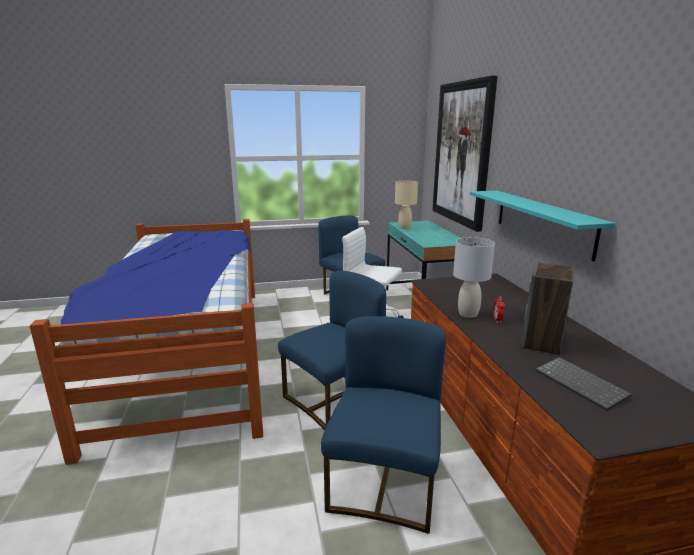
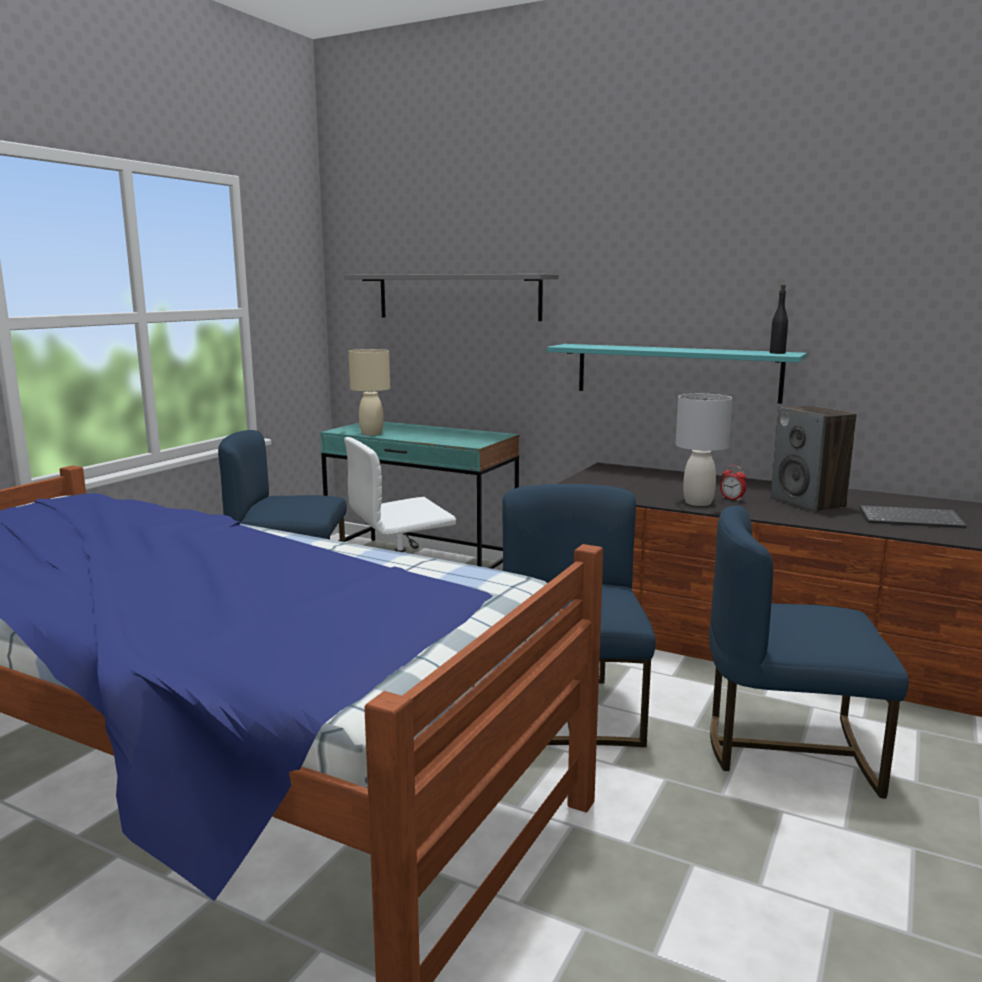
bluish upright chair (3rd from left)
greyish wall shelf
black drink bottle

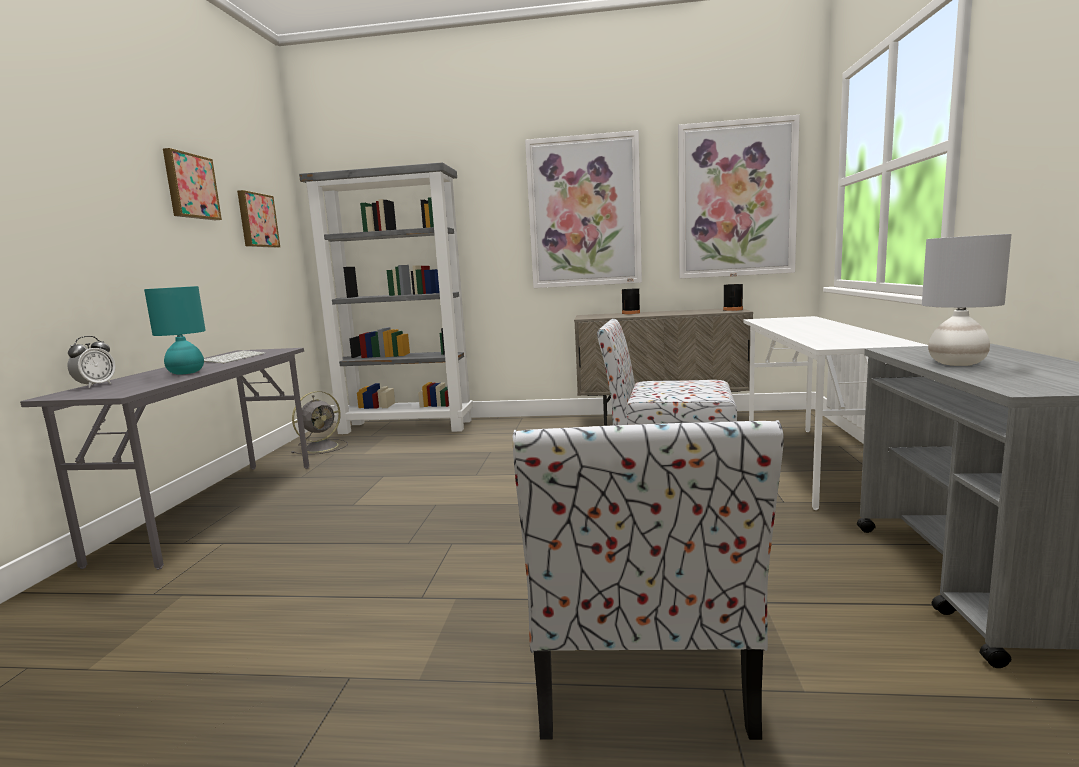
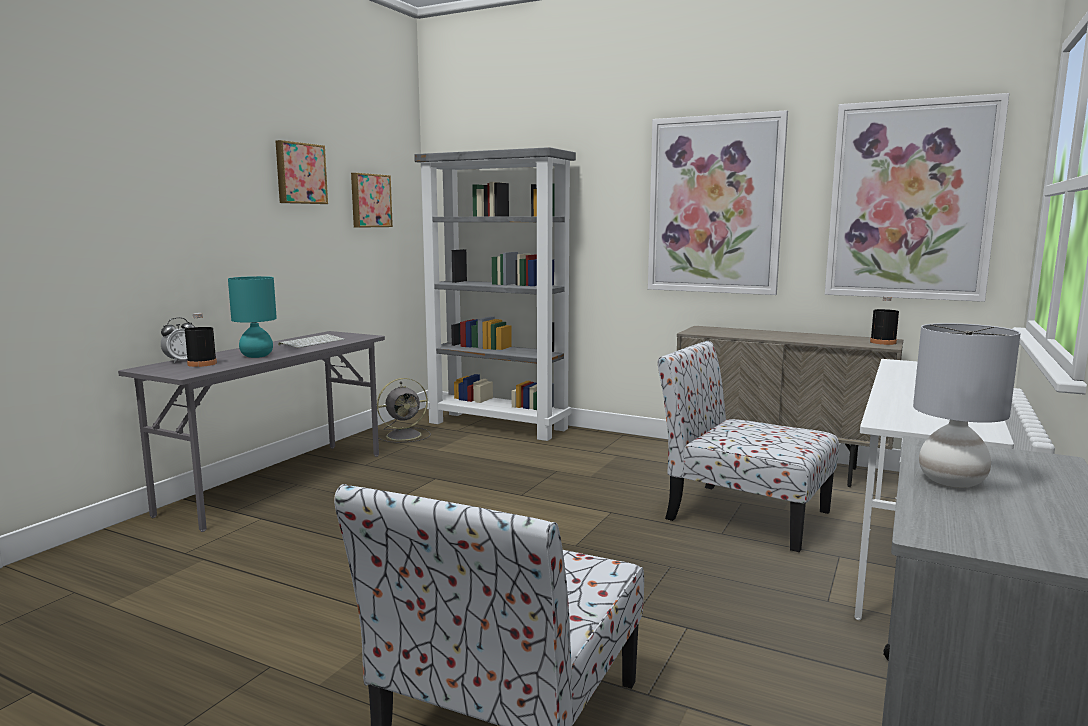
black drink bottle (1st from left)

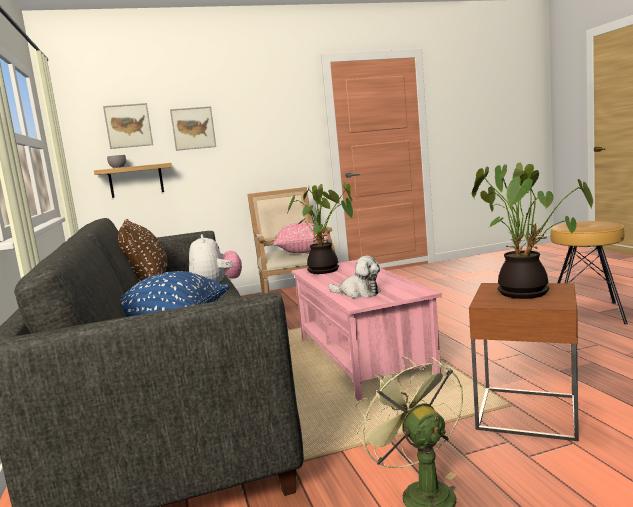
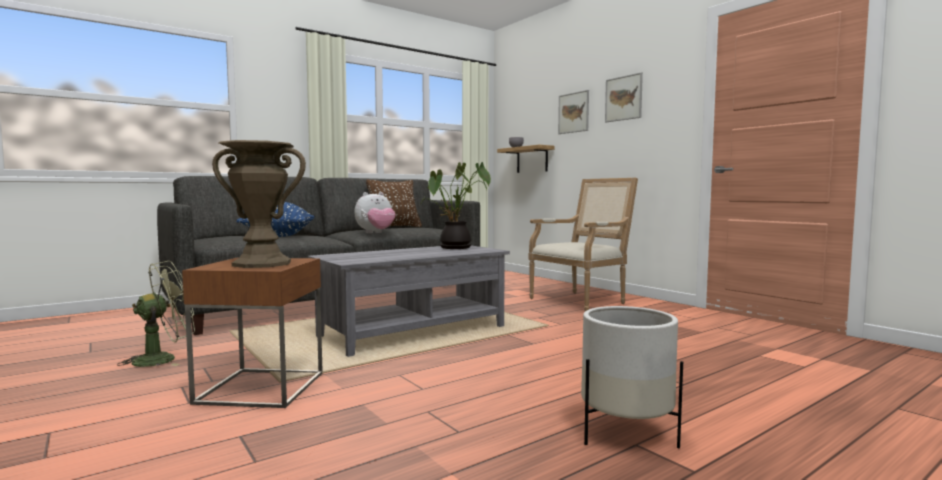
wall picture (2nd from left)
pinkish throw pillow
greyish lounge table
soft toy (2nd from left in the first image)
brownish decorative vase
white-coloured flower pot

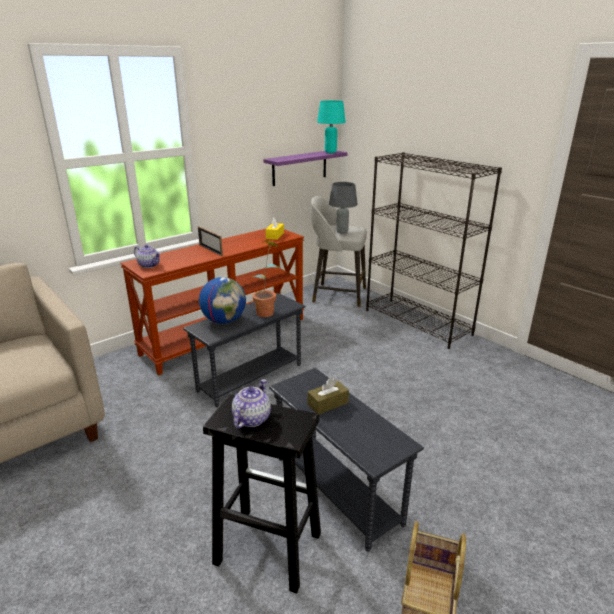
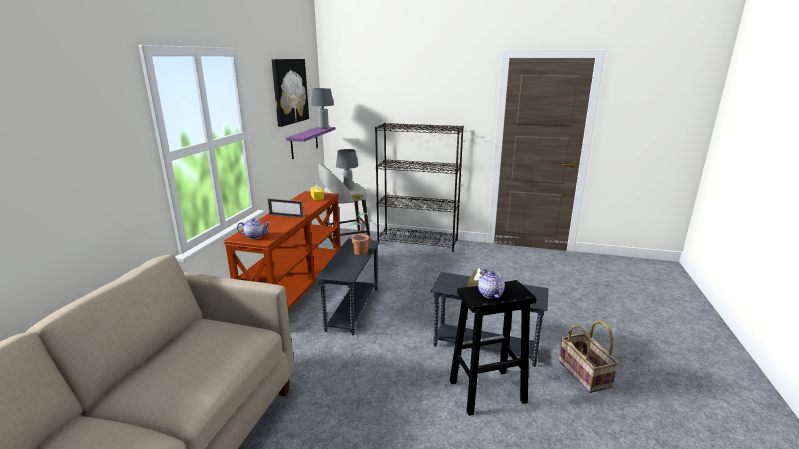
globe
greyish table lamp (1st from left)
wall picture

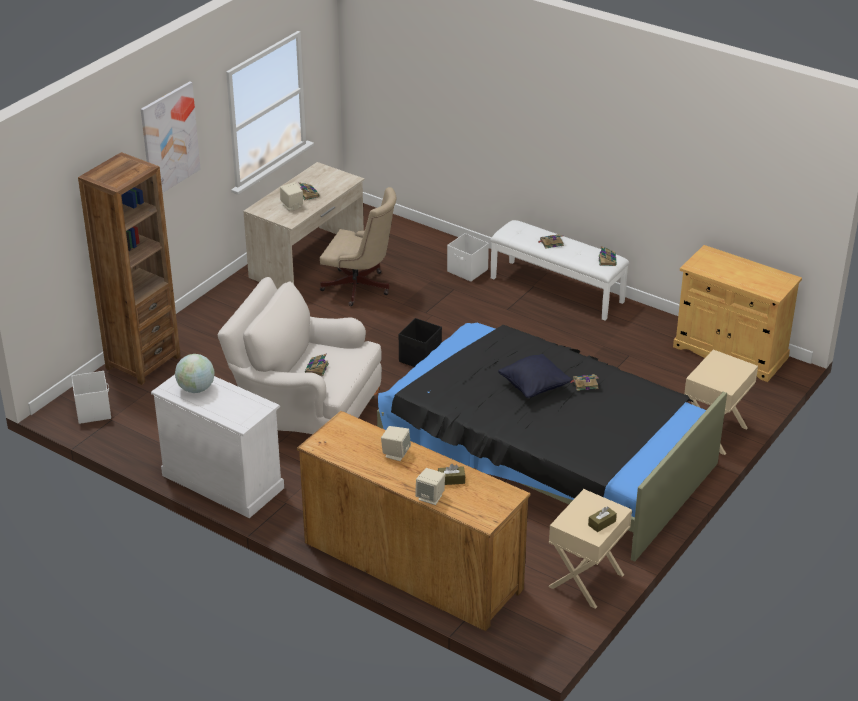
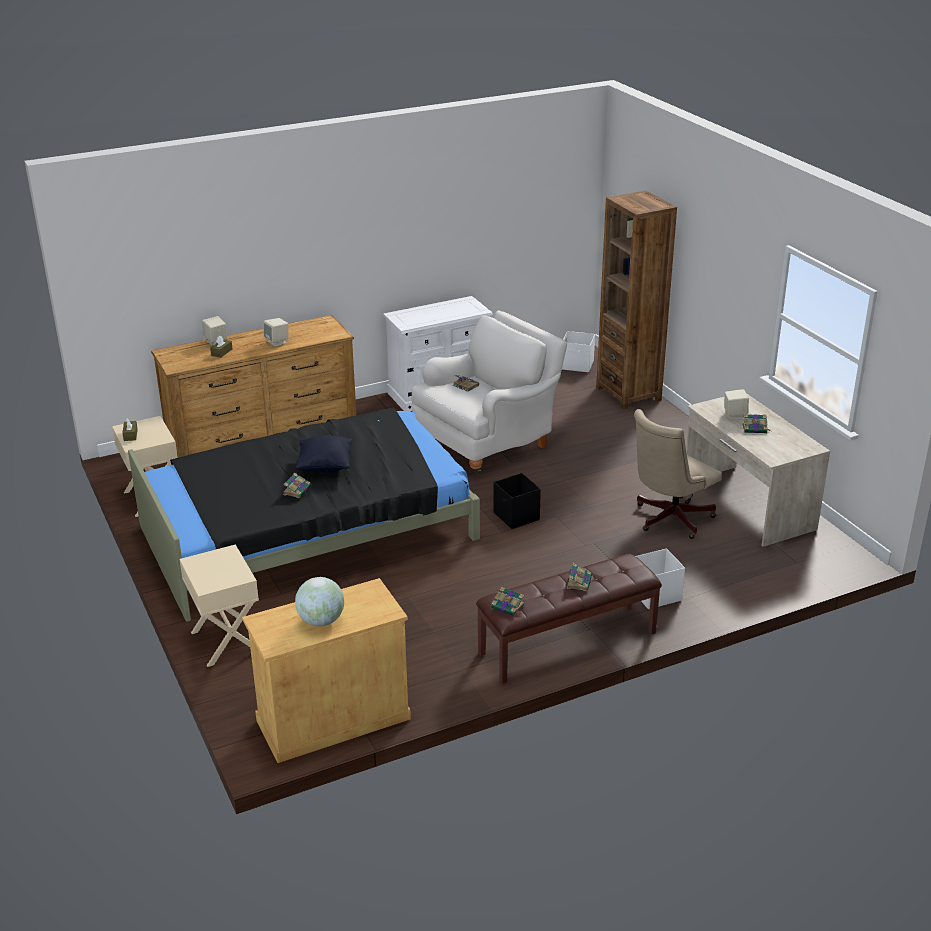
wall picture
globe
brownish bench

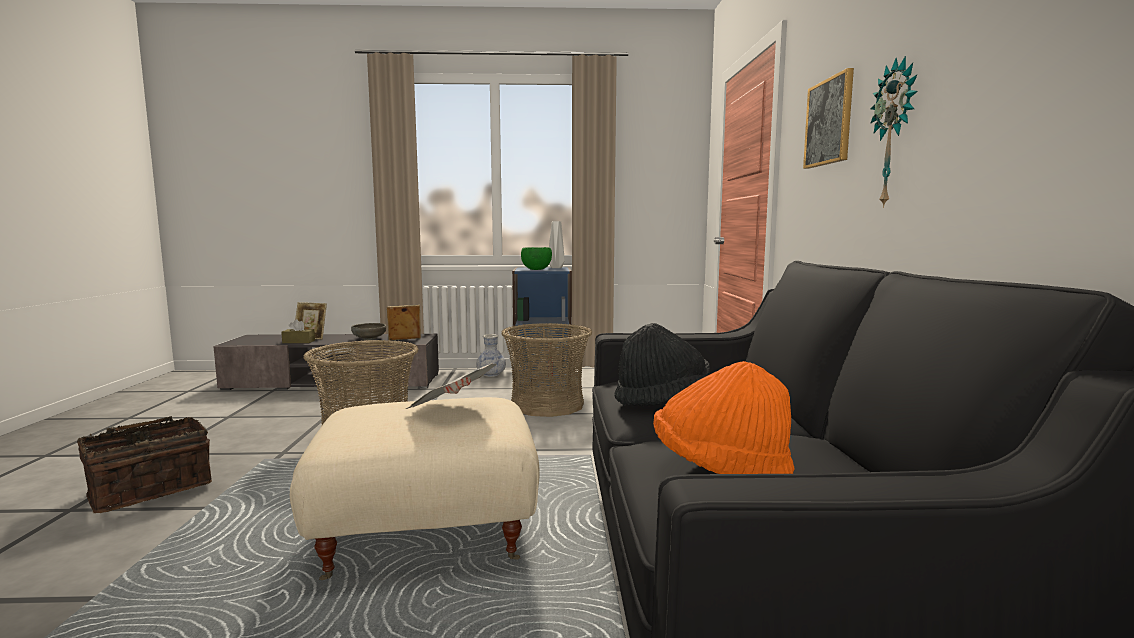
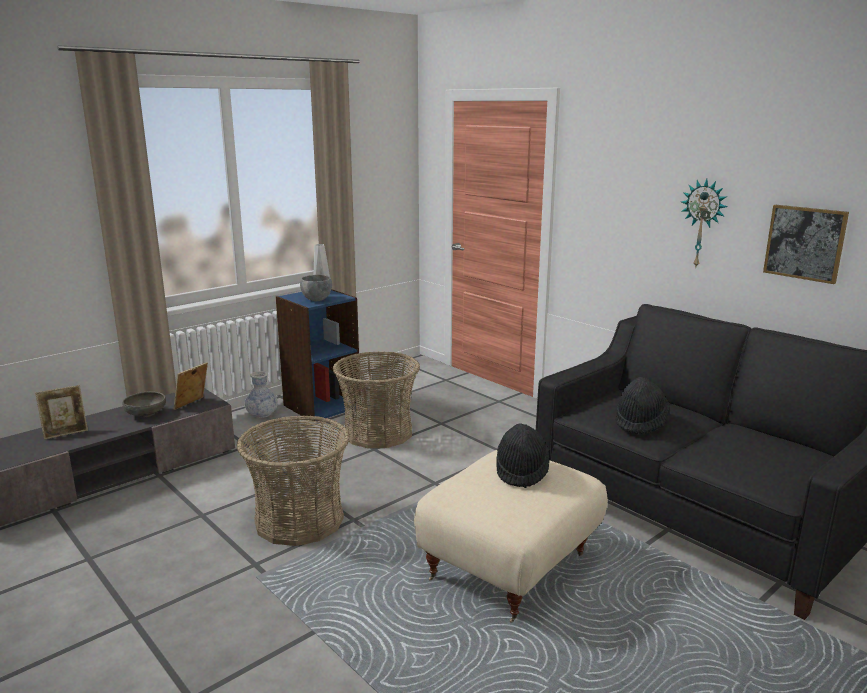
household basket (1st from left in the first image)
brownish tissue box
black clothing hat (1st from left)
greyish serving bowl (2nd from left)
orange-coloured clothing hat
wall picture

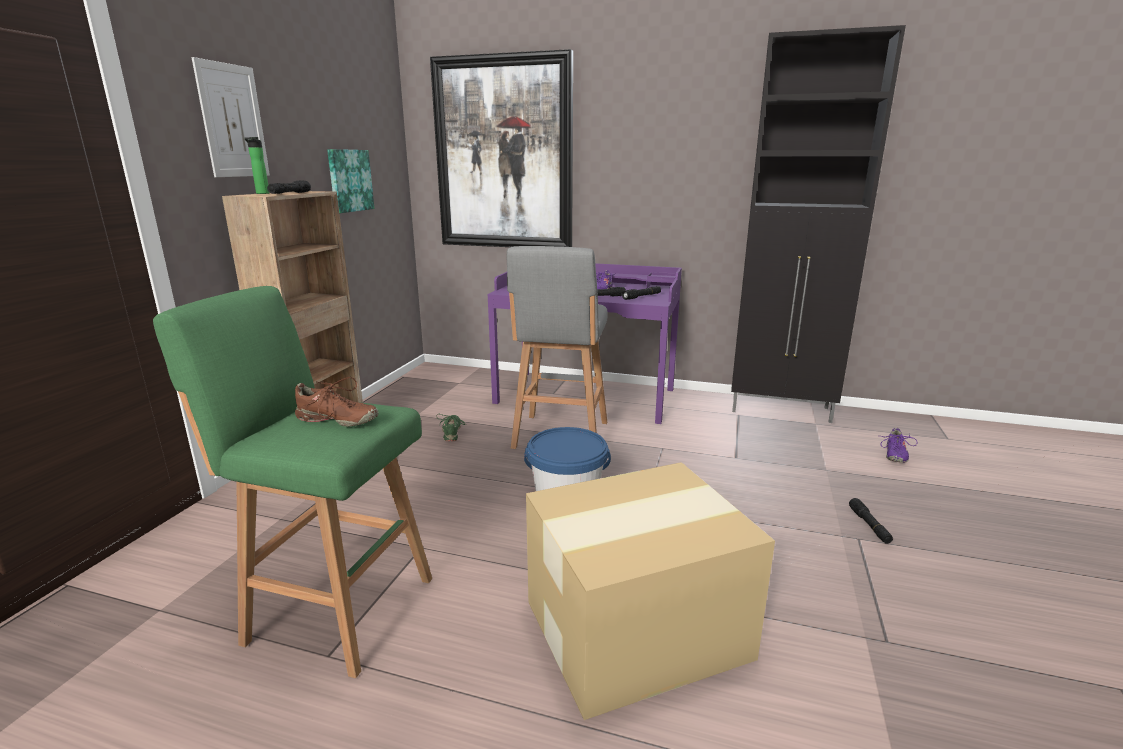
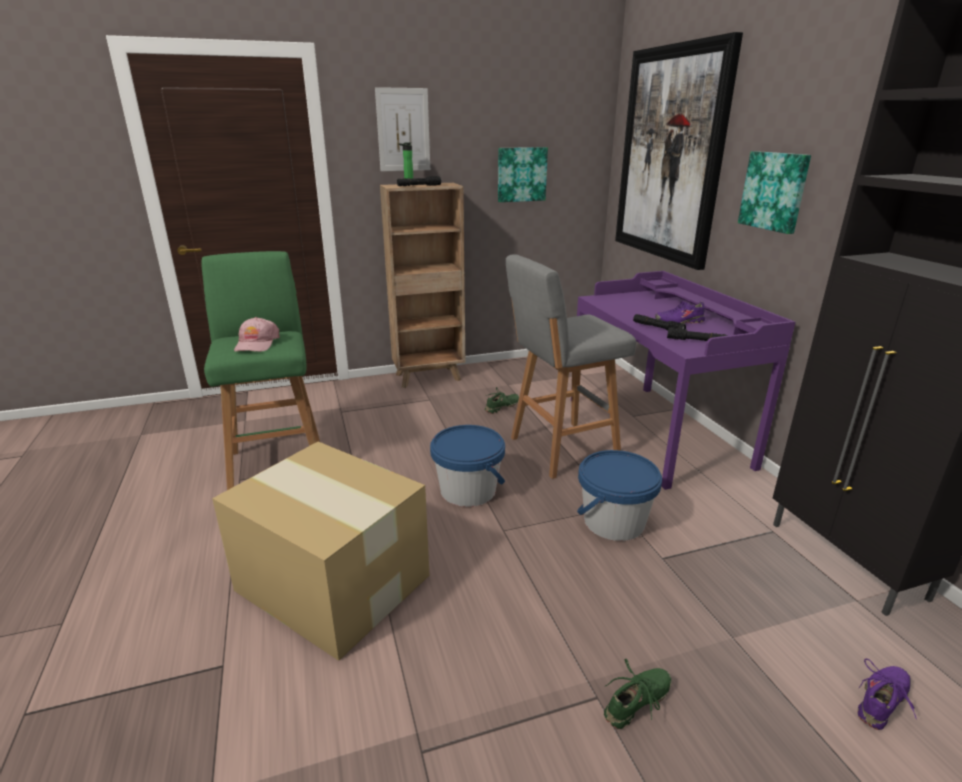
pinkish peaked cap
green-coloured shoe (2nd from left)
purple shoe (2nd from left)
bluish pail (2nd from left)
wall picture (4th from left)

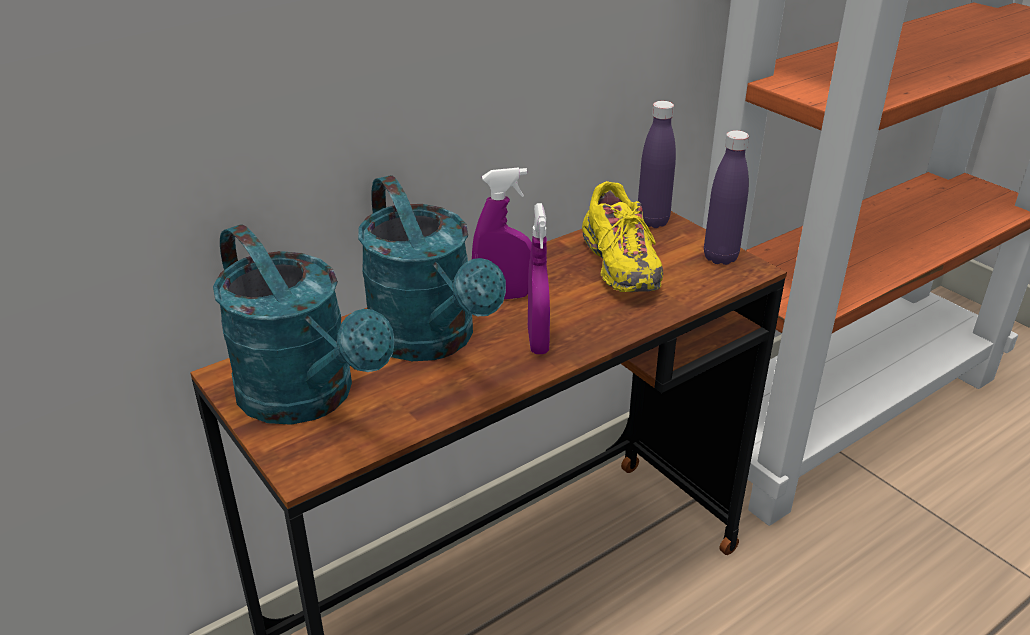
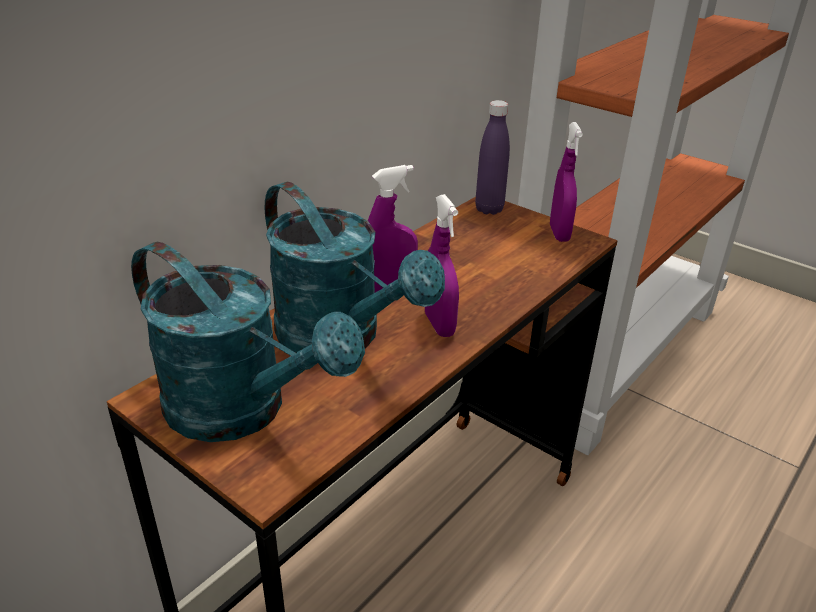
yellowish shoe
purple spray bottle (3rd from left)

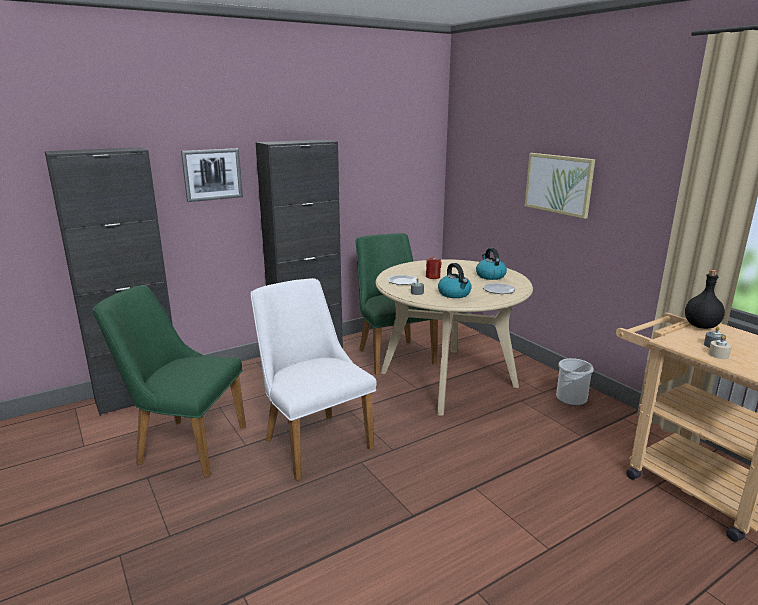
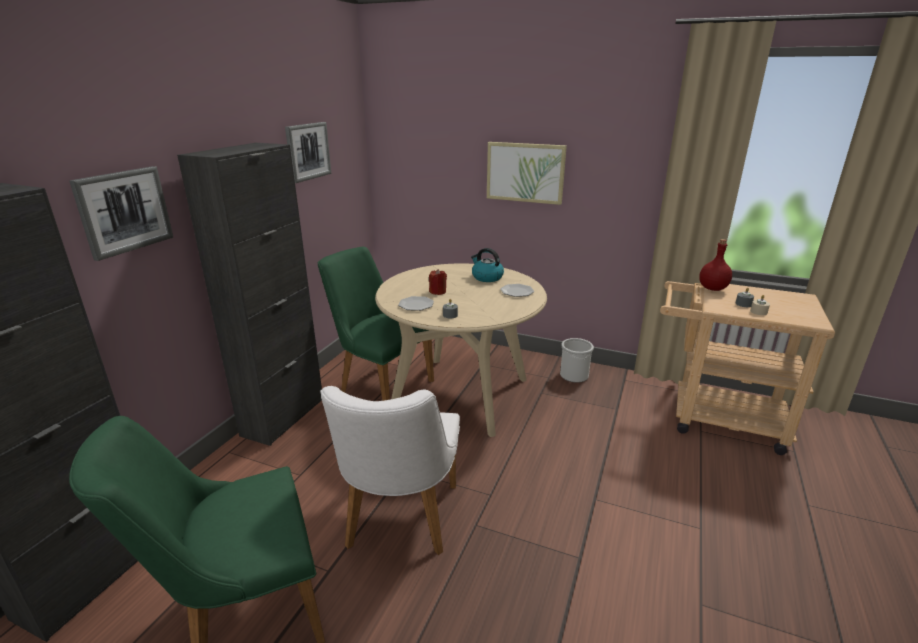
white-coloured upright chair
water kettle (1st from left in the first image)
red drink bottle
wall picture (2nd from left)

